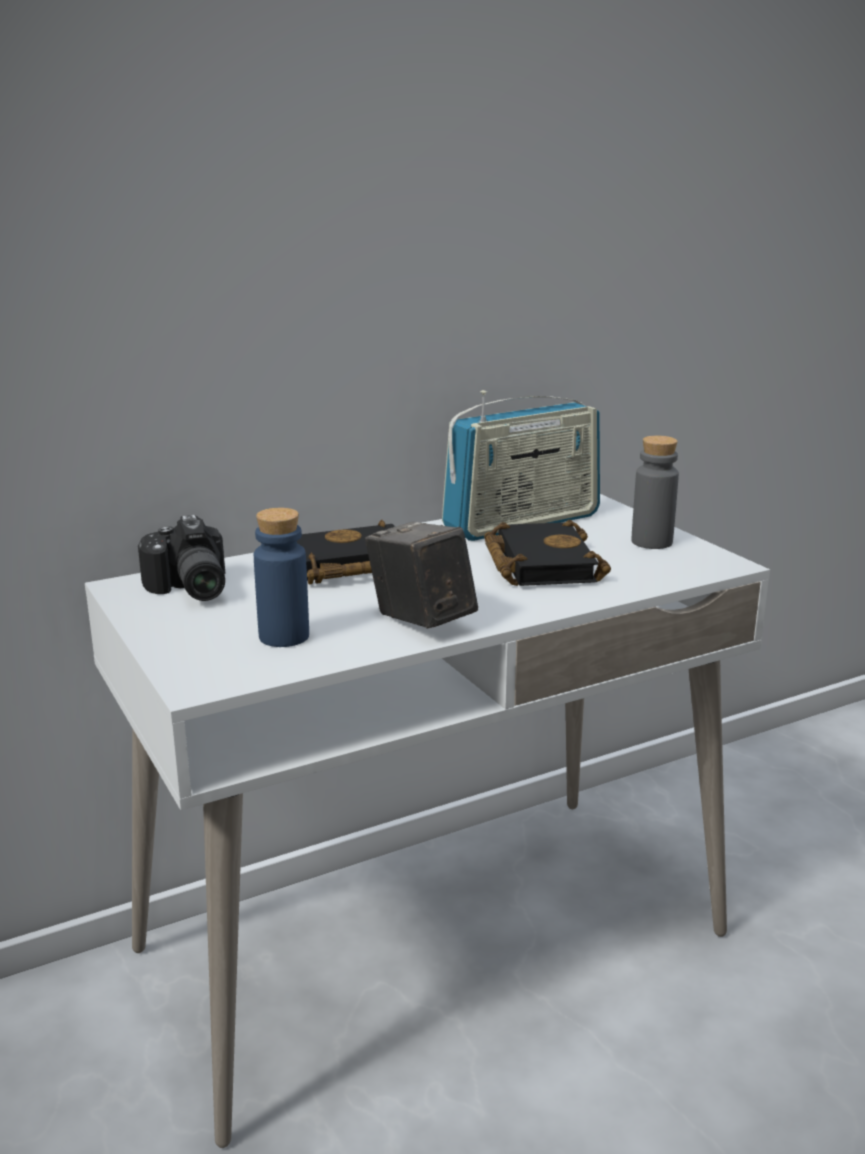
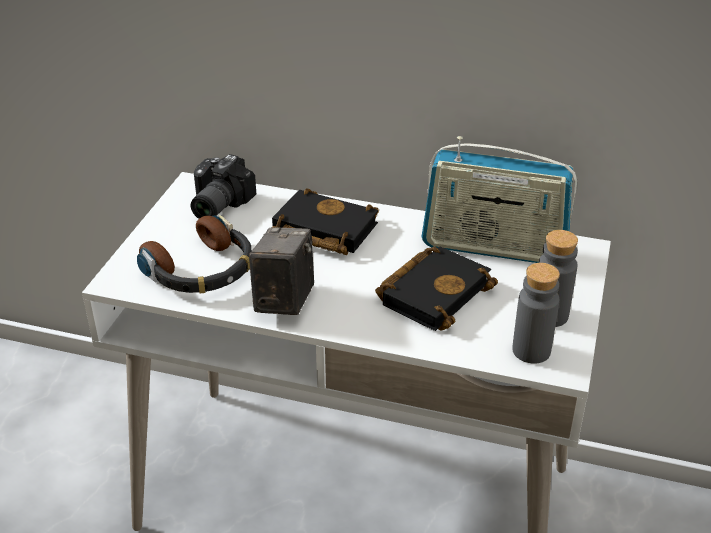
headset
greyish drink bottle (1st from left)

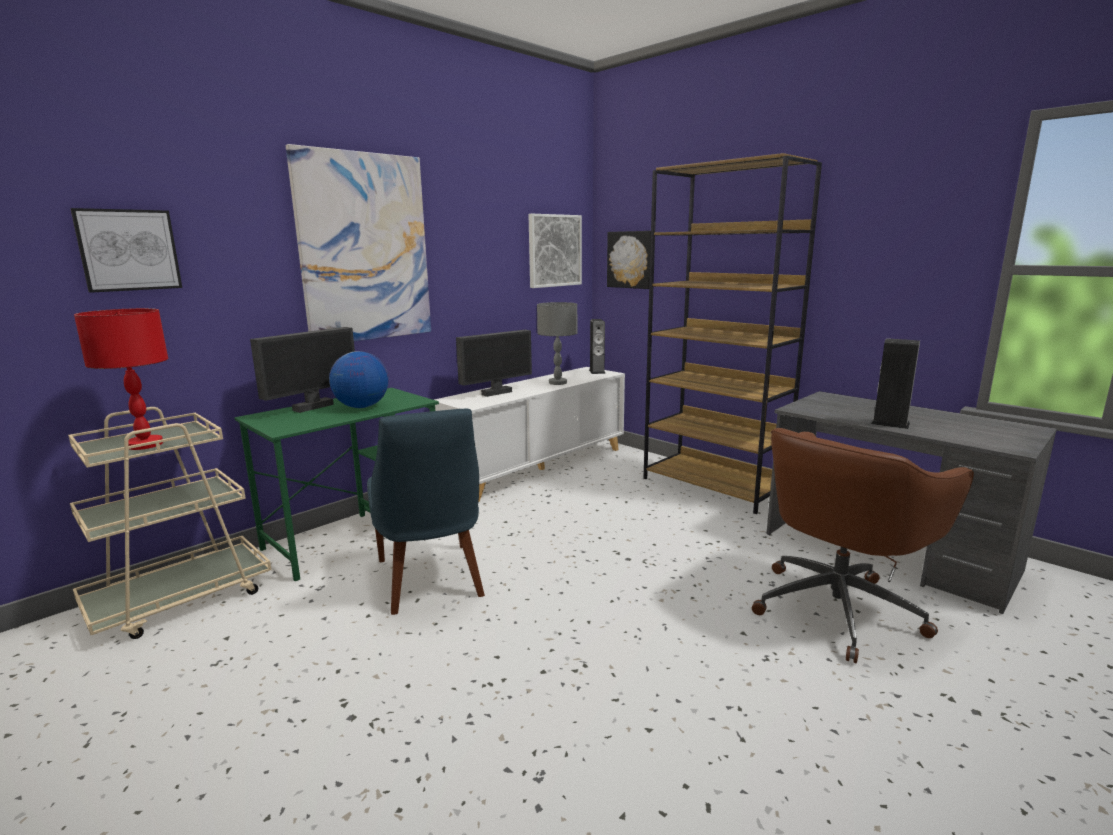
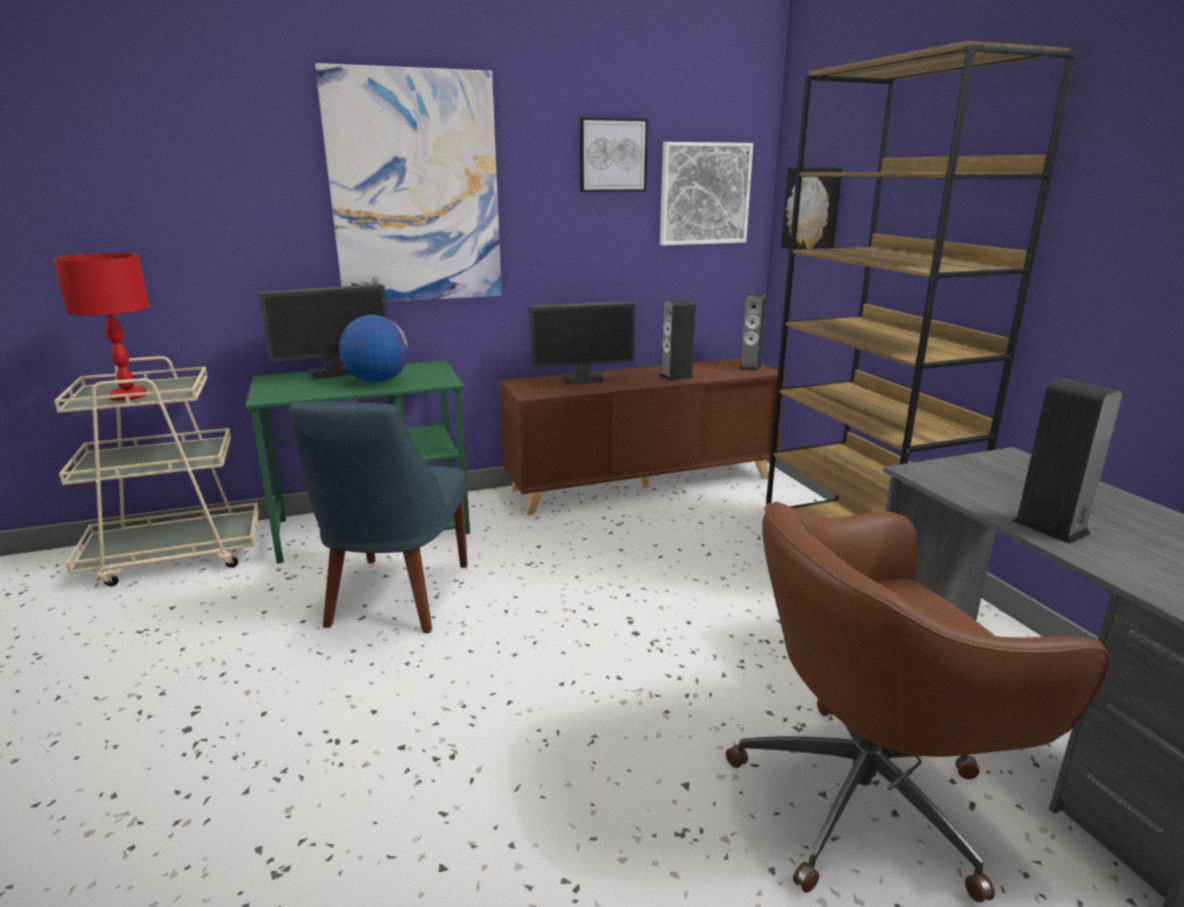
wall picture (2nd from left)
brownish cupboard
speaker (1st from left)

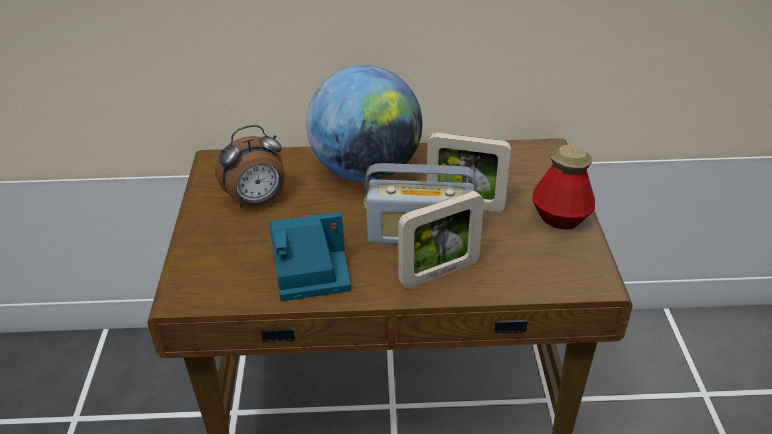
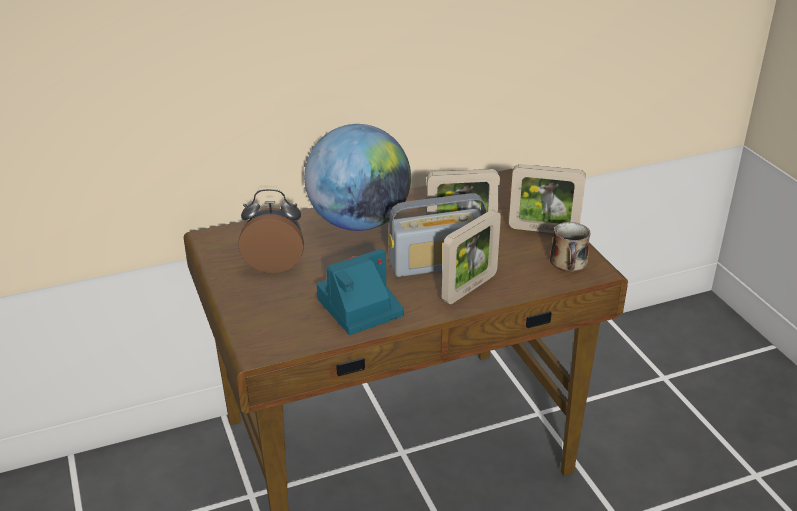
bedside clock
standing frame (3rd from left)
coffee mug

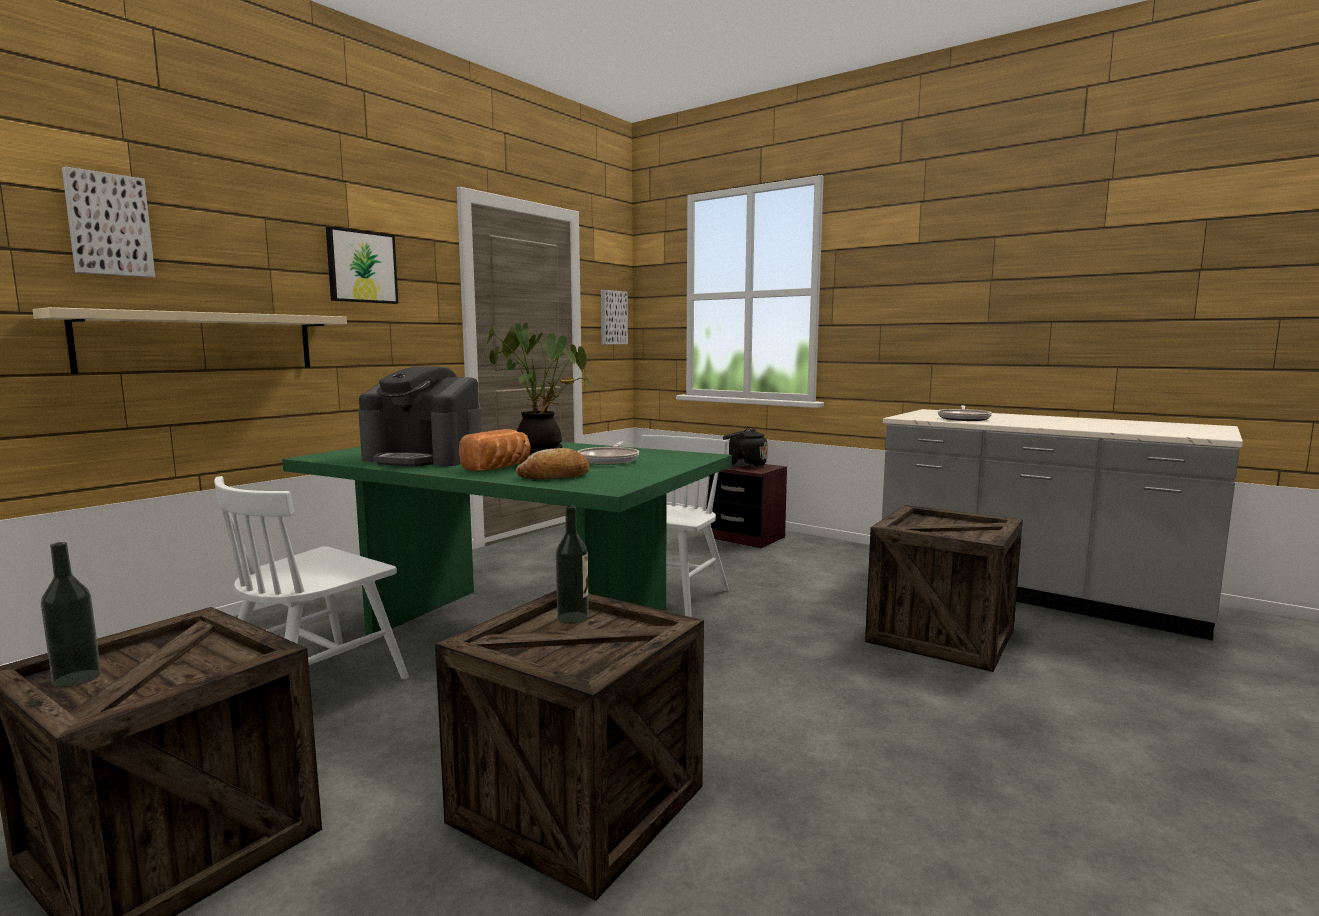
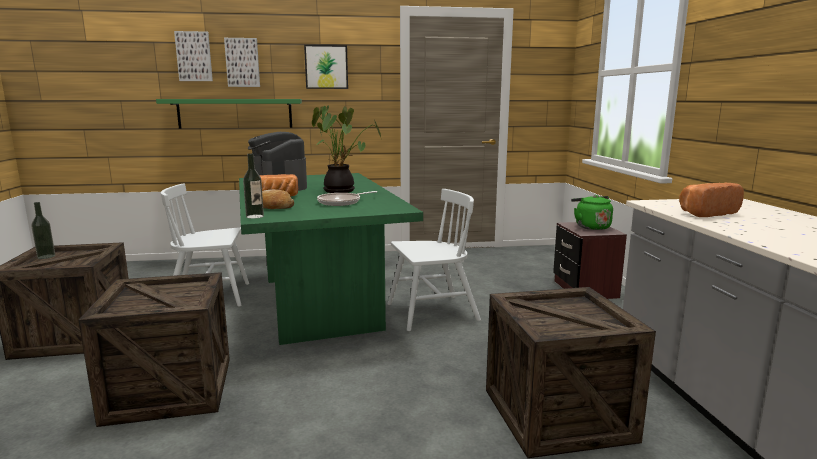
green-coloured wall shelf
drink bottle (2nd from left)
wall picture (2nd from left)
green-coloured water kettle
bakery bread (3rd from left)

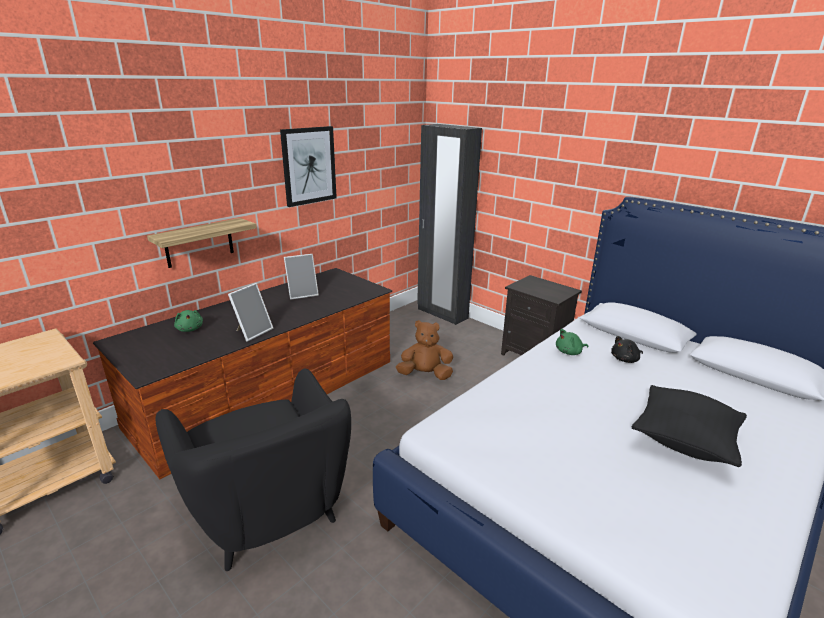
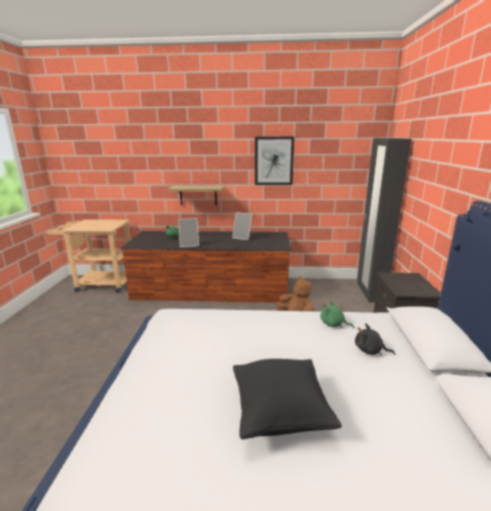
black easy chair

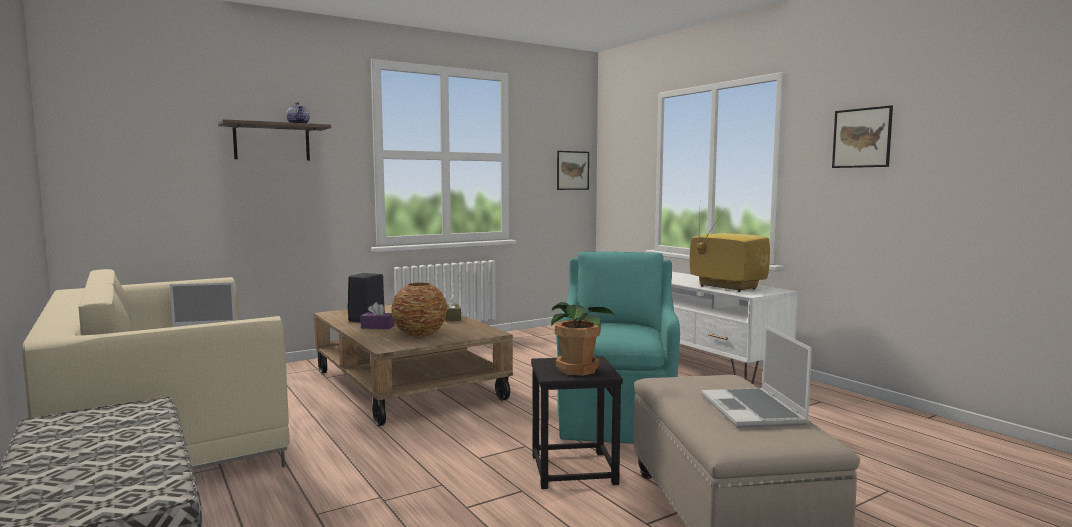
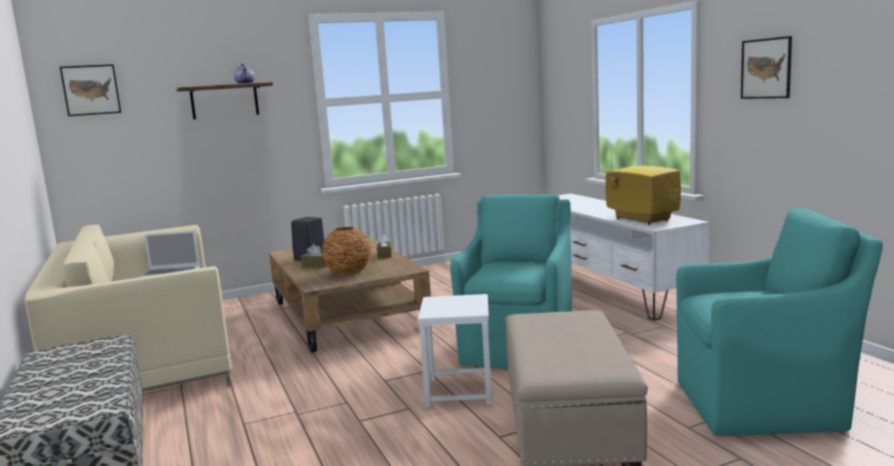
brownish tissue box (1st from left)
white-coloured stool seat
houseplant
wall picture (1st from left)
portable computer (2nd from left in the first image)
turquoise easy chair (2nd from left)

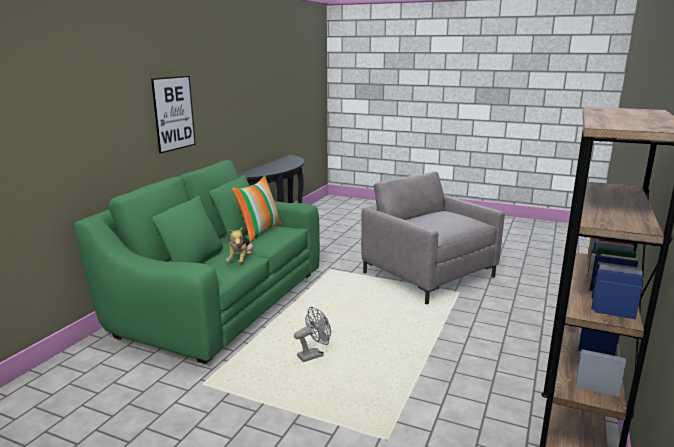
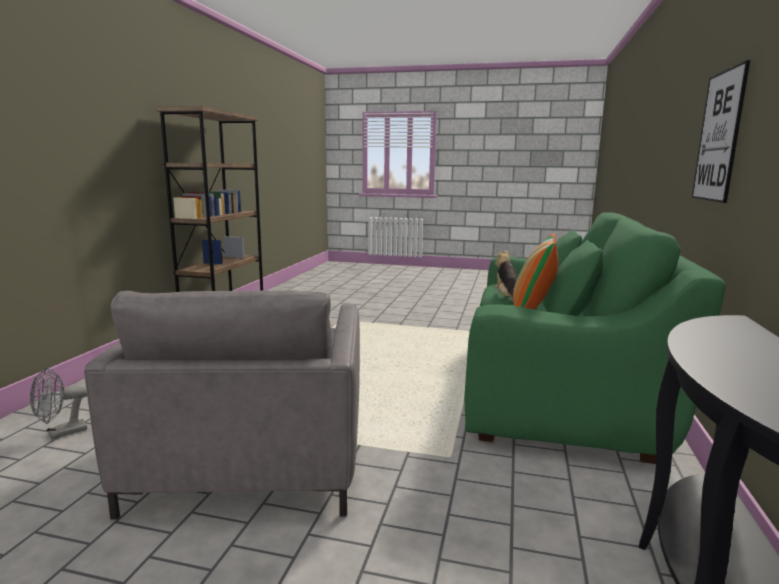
greyish electric fan
greyish easy chair

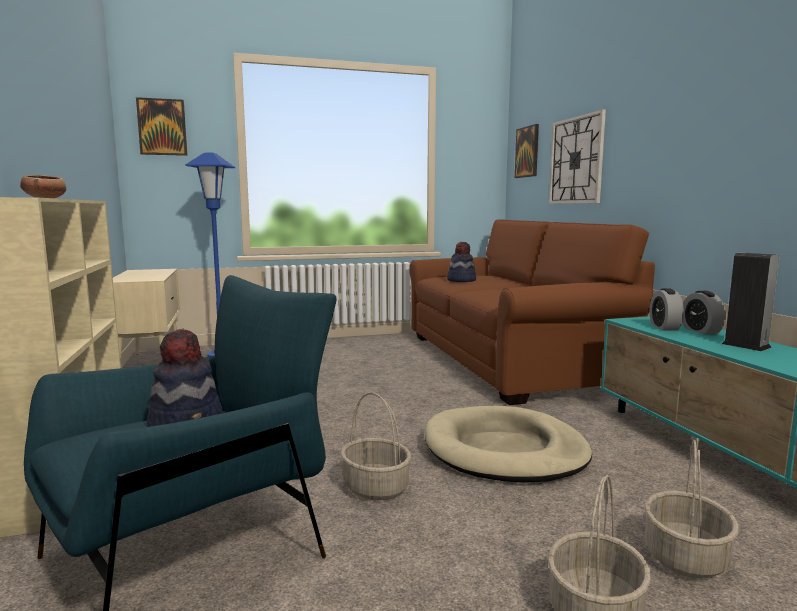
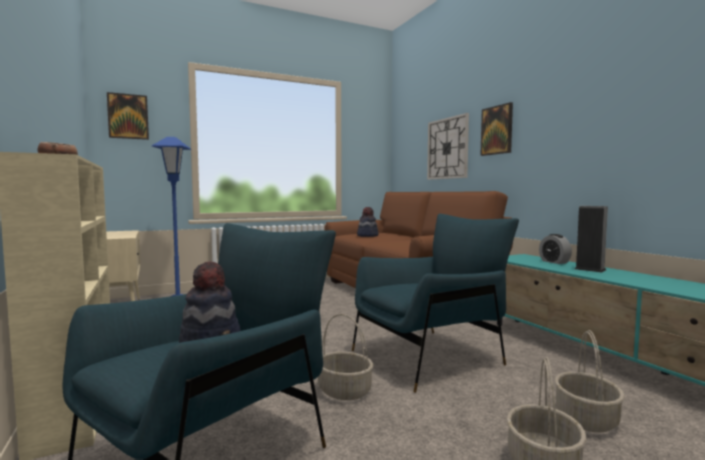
bluish easy chair (2nd from left)
wall picture (2nd from left)
bedside clock (1st from left in the first image)

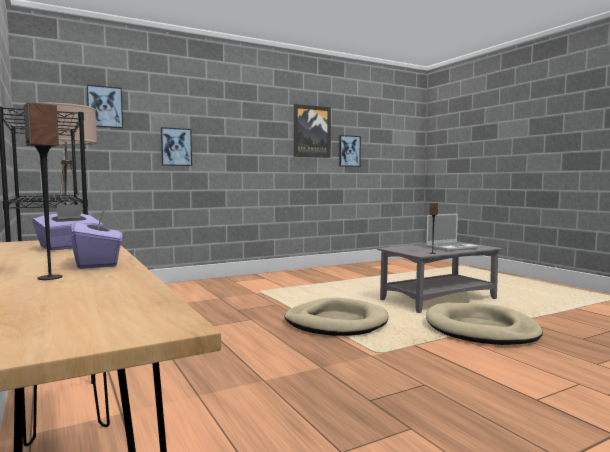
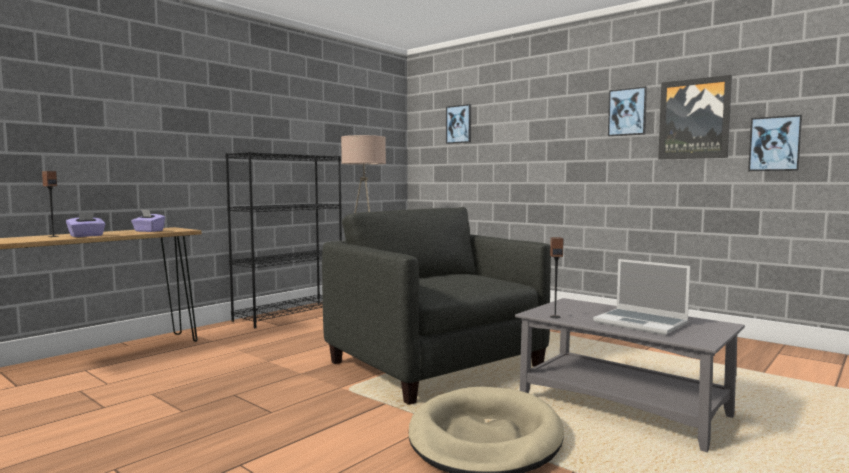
wall picture (2nd from left)
greyish easy chair

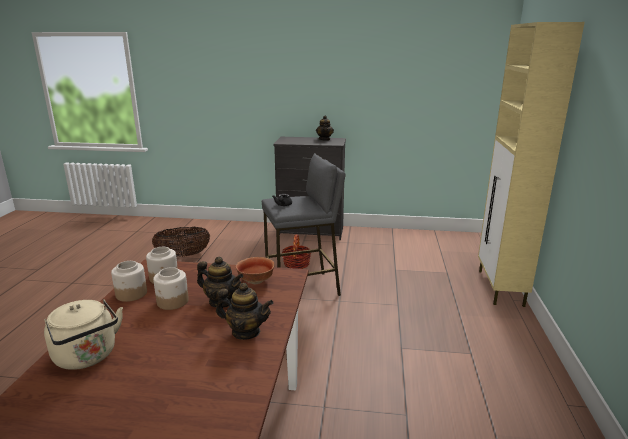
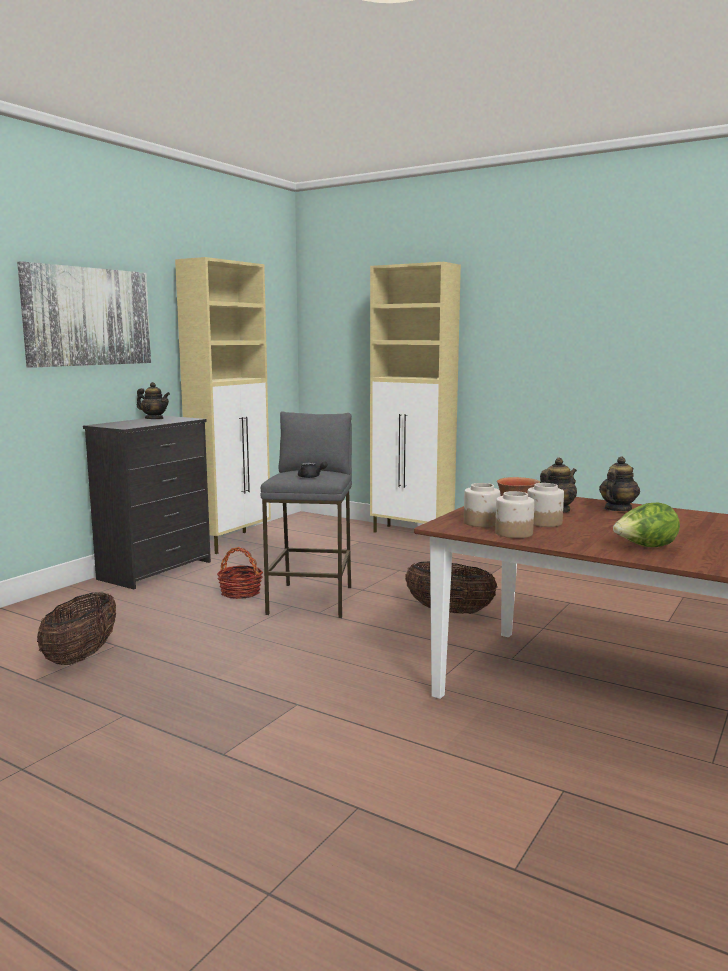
lettuce
wall picture
sand-coloured cupboard (1st from left)
household basket (3rd from left)

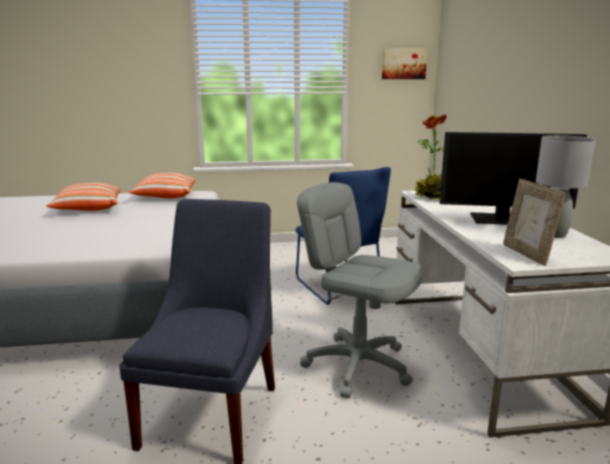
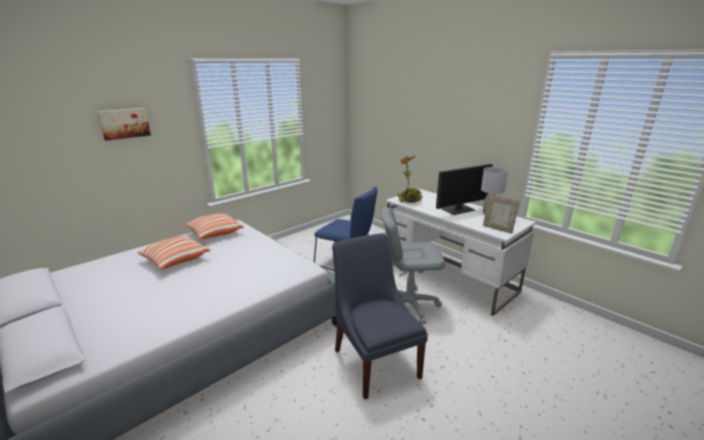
wall picture

